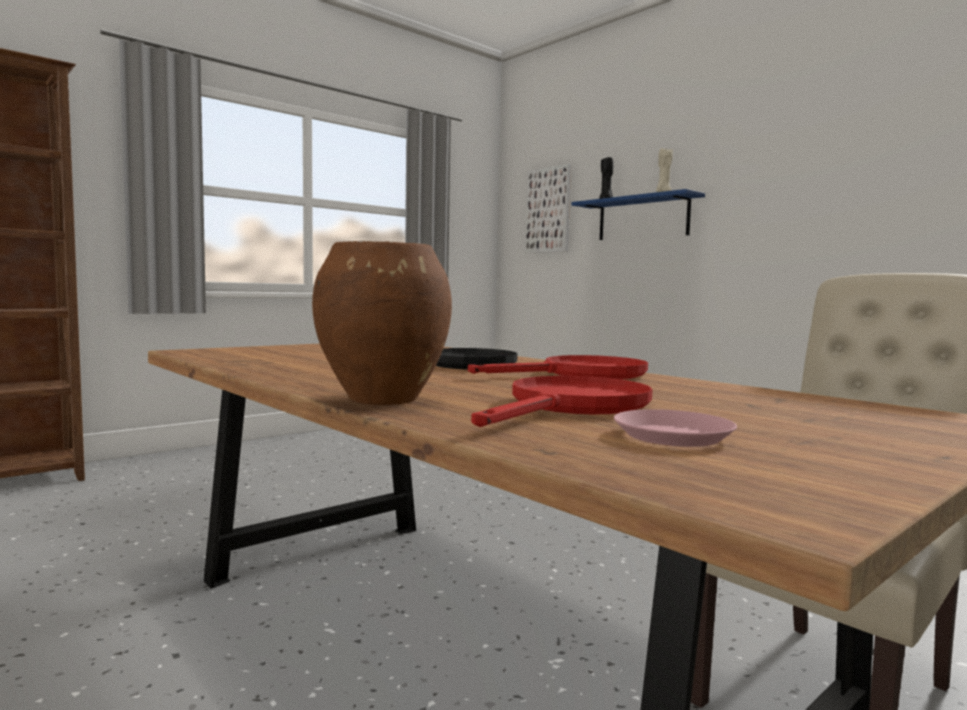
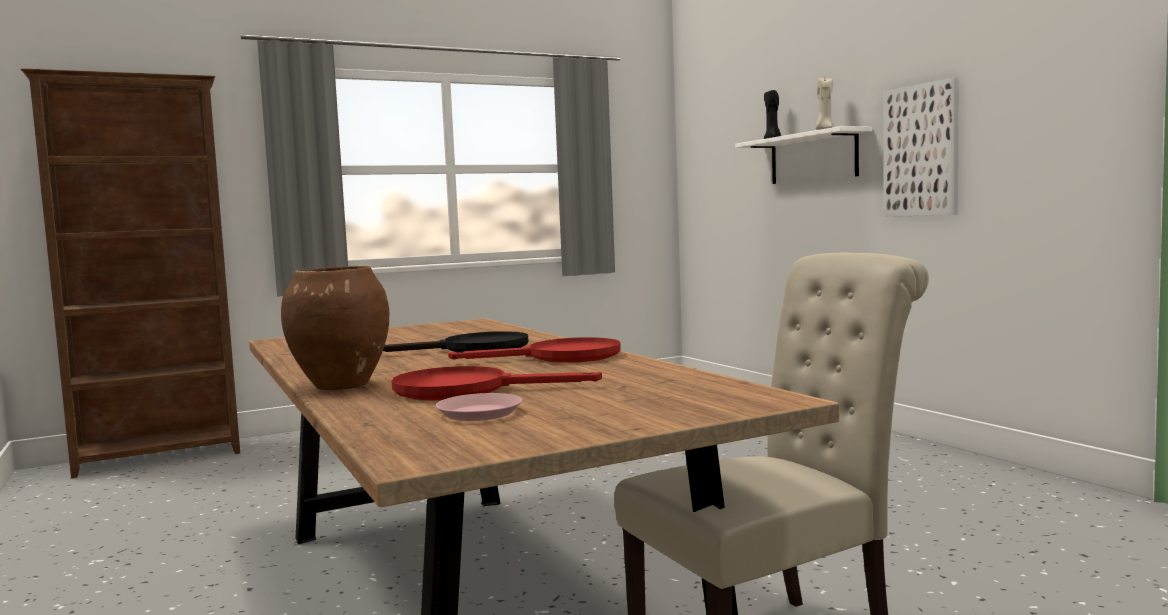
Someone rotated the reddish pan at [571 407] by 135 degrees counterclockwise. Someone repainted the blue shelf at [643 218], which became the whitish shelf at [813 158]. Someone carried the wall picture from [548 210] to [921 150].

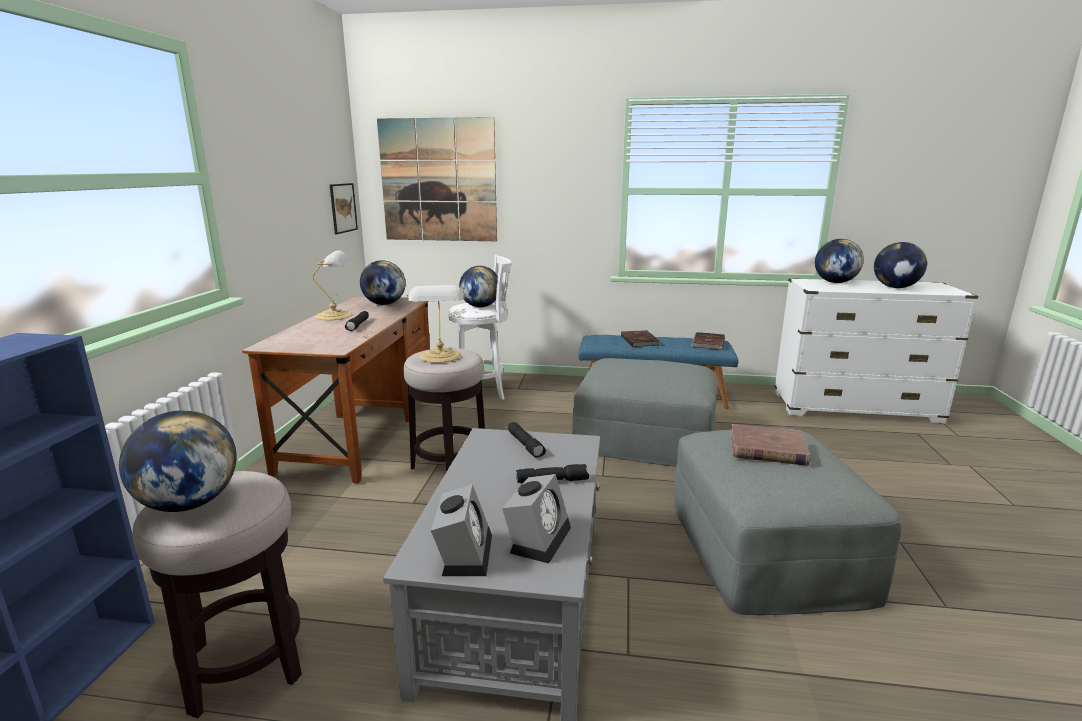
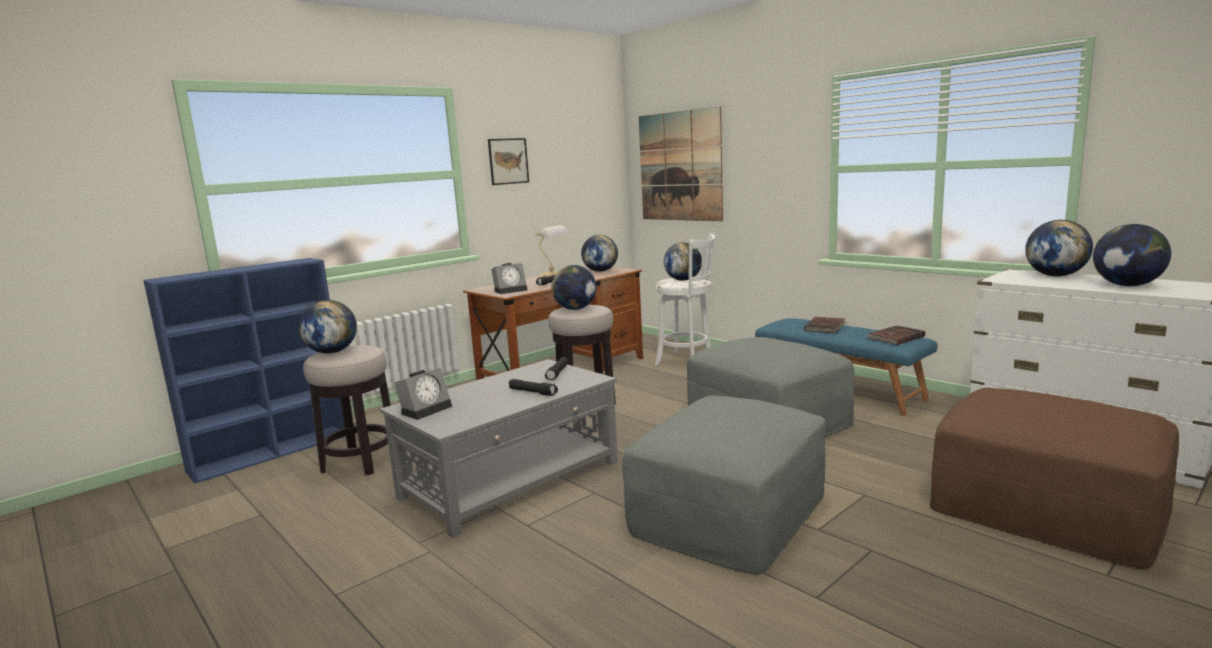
Someone carried the wall picture from [343 208] to [508 161]. Someone carried the table clock from [538 537] to [511 290]. Someone swapped the lamp for a table at [440 357] for the world globe at [575 309]. Someone put down the brown-coloured pouffe at [1045 507]. Someone took away the brown-coloured bound book at [767 449].

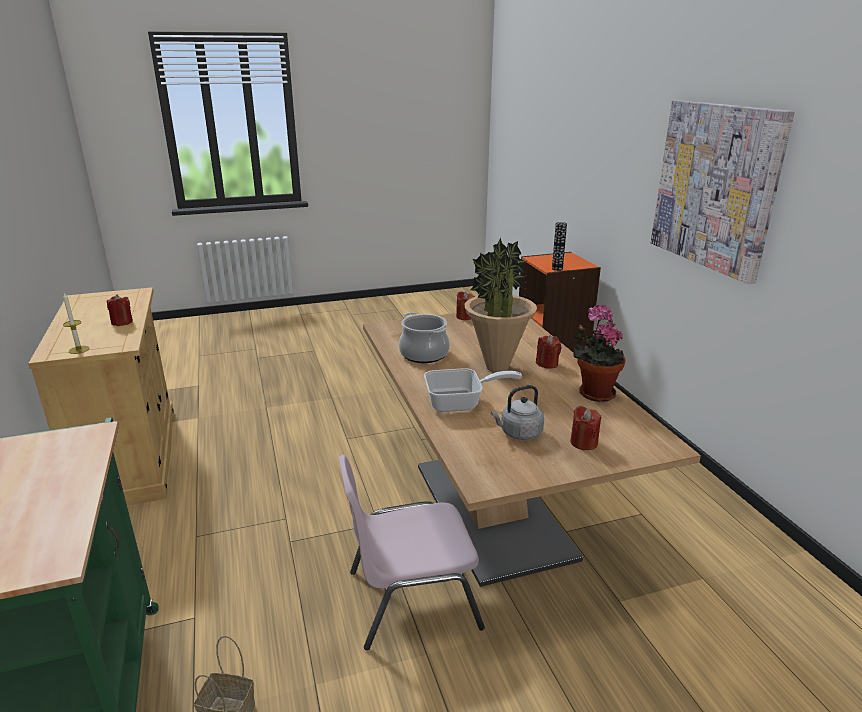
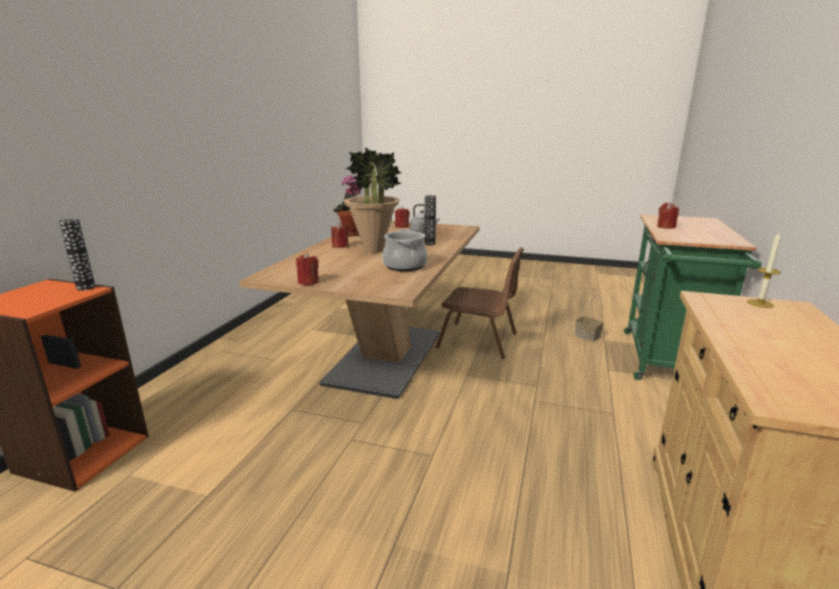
Someone swapped the pan at [461 403] for the decorative vase at [430 243]. Someone repainted the pinkish plain chair at [410 598], which became the brown-coloured plain chair at [479 341]. Someone carried the reddish wax light from [122 322] to [666 227]. Someone took away the wall picture at [715 187].

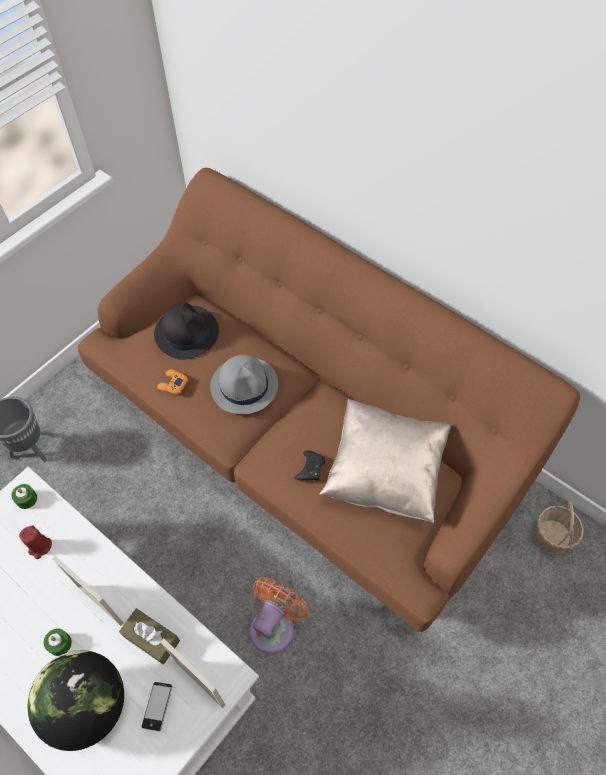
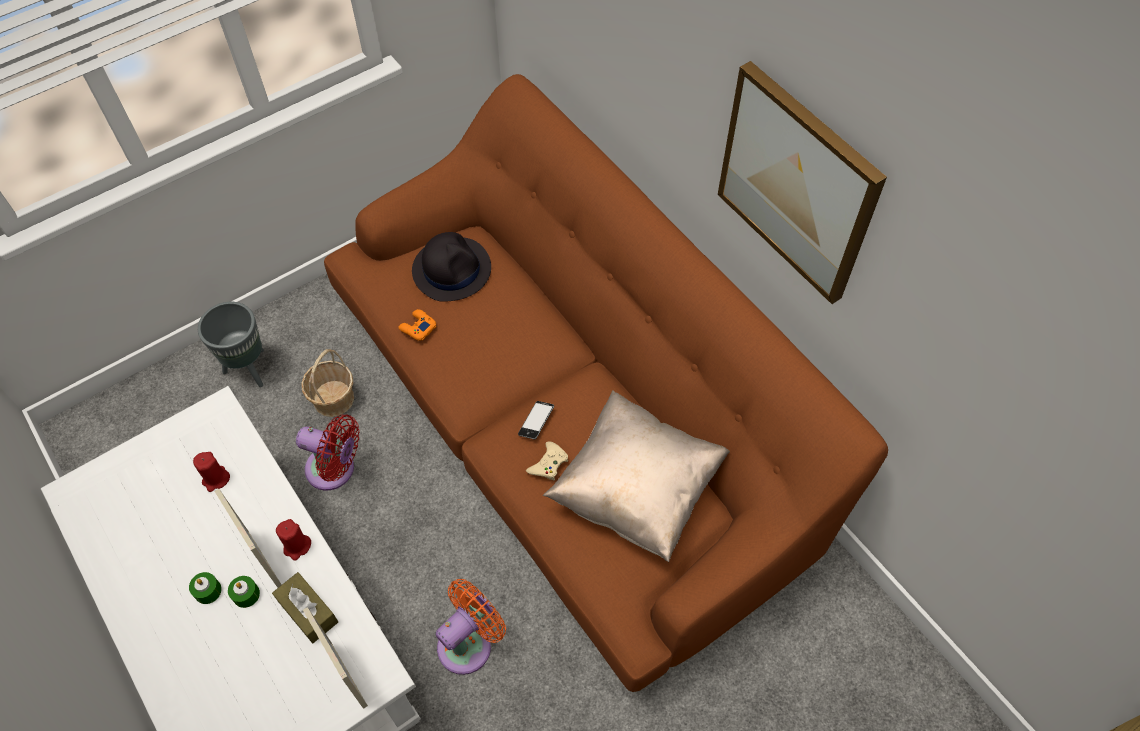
Someone carried the greenish wax light from [26 499] to [246 594]. Someone put down the reddish wax light at [297 546]. Someone put down the reddish electric fan at [335 470]. Someone carried the storage basket from [551 537] to [333 399]. Someone carried the phone from [158 706] to [536 422]. Someone repainted the blackish gamepad at [310 468], which became the beige-coloured gamepad at [548 464]. Someone put up the wall picture at [797 183]. Someone took away the world globe at [88 706]. Someone took away the gray hat at [244 385].

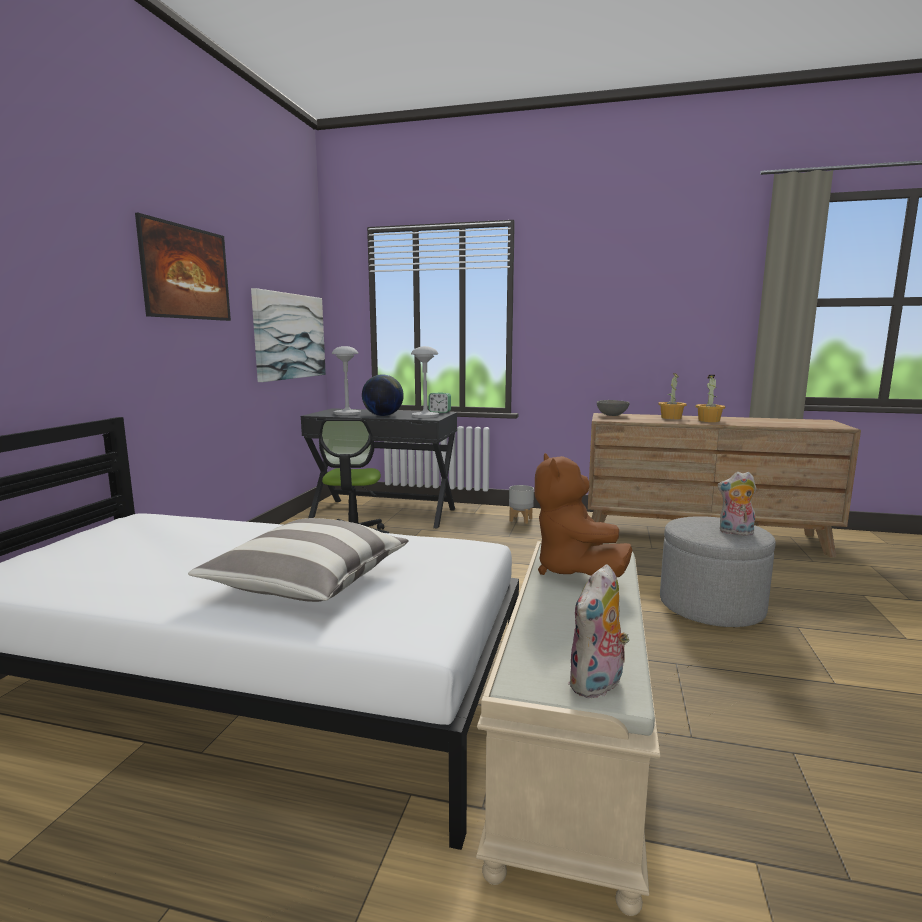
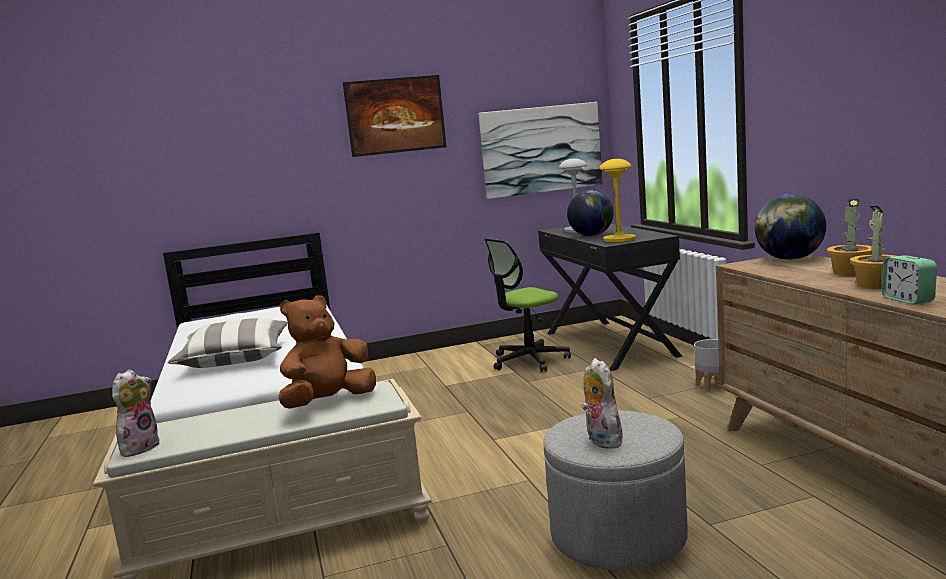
Someone rotated the soft toy at [597 685] by 105 degrees clockwise. Someone repainted the gray lamp for a table at [425 416], which became the yellow lamp for a table at [619 239]. Someone swapped the gray deep dish at [612 415] for the world globe at [789 259]. Someone carried the table clock from [439 412] to [908 300].

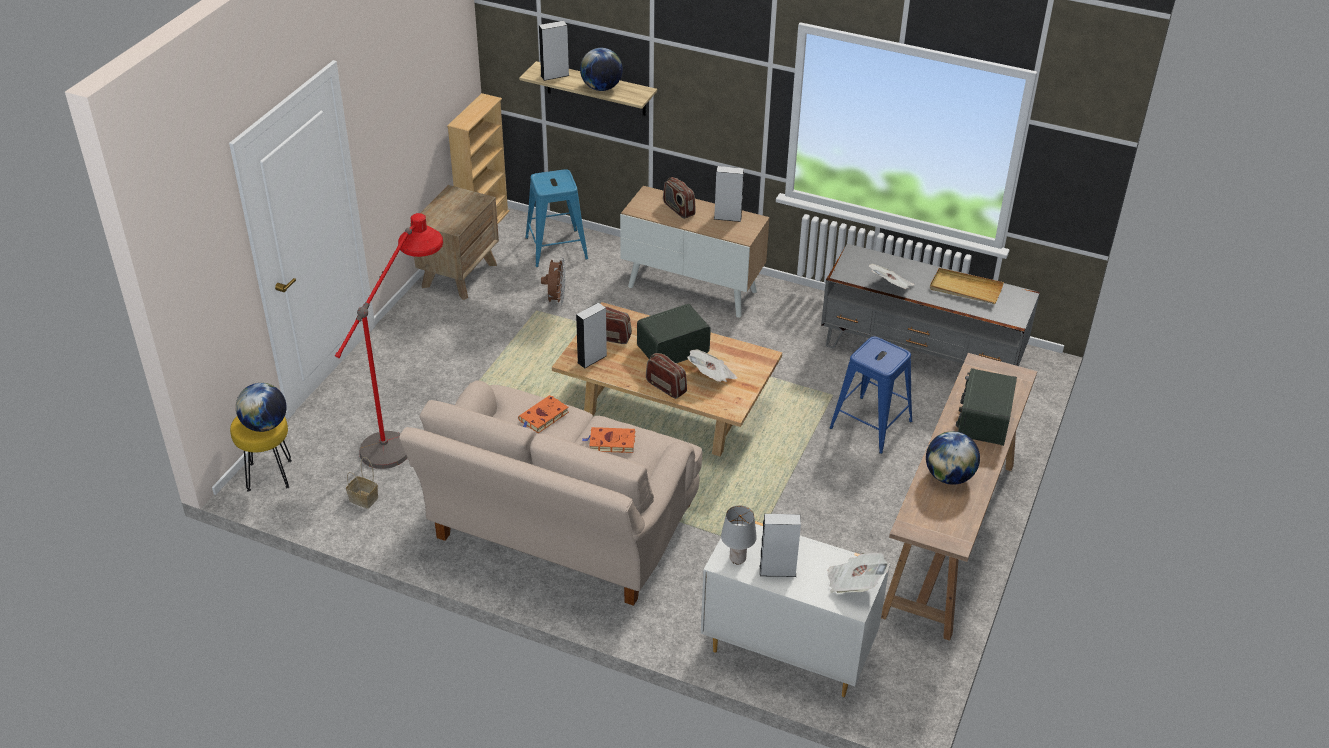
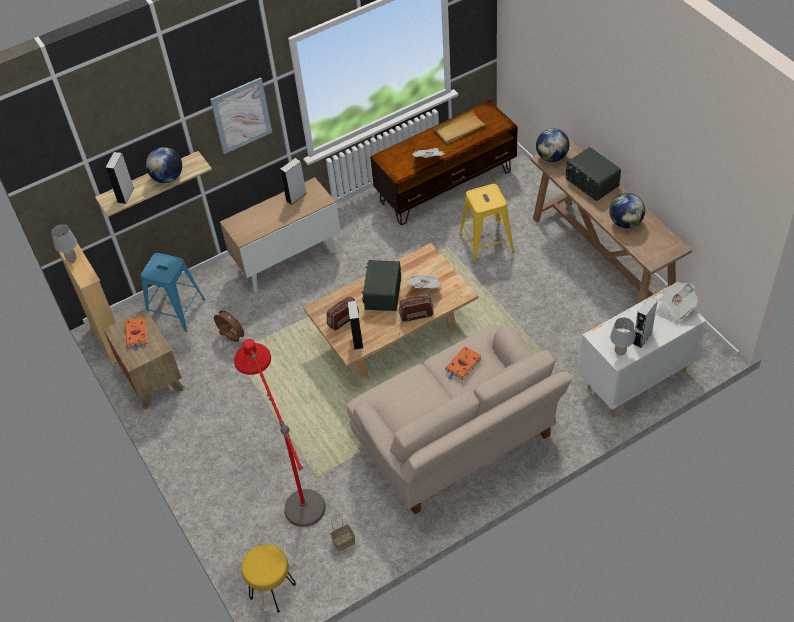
Someone put down the gray lamp for a table at [71 258]. Someone carried the orange-coloured bound book from [543 417] to [137 334]. Someone put up the wall picture at [241 115]. Someone repainted the gray tv unit at [921 355], which became the brown-coloured tv unit at [446 186]. Someone repainted the blue sitting stool at [870 424], which became the yellow sitting stool at [486 243]. Someone carried the world globe from [265 425] to [552 157]. Someone took away the radio set at [678 209].

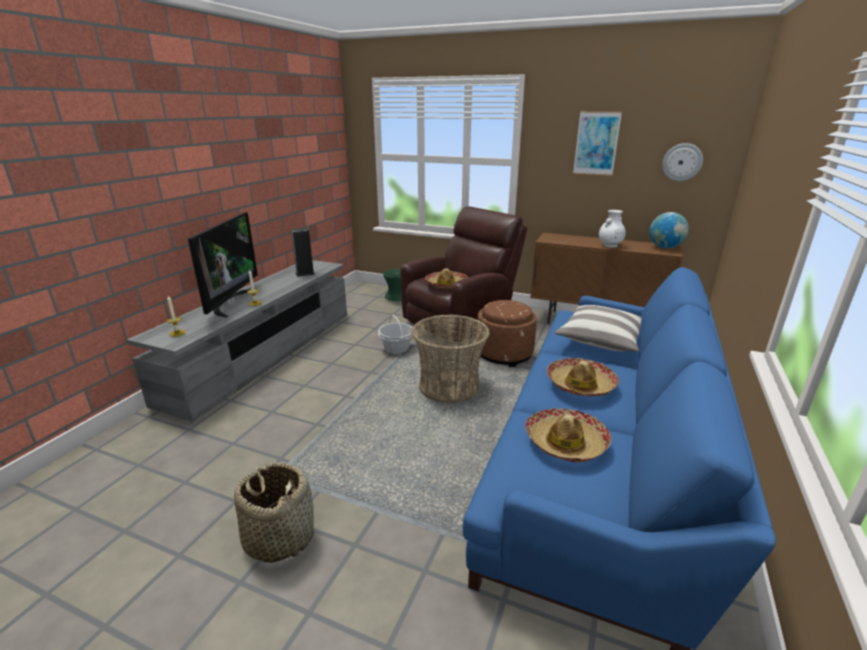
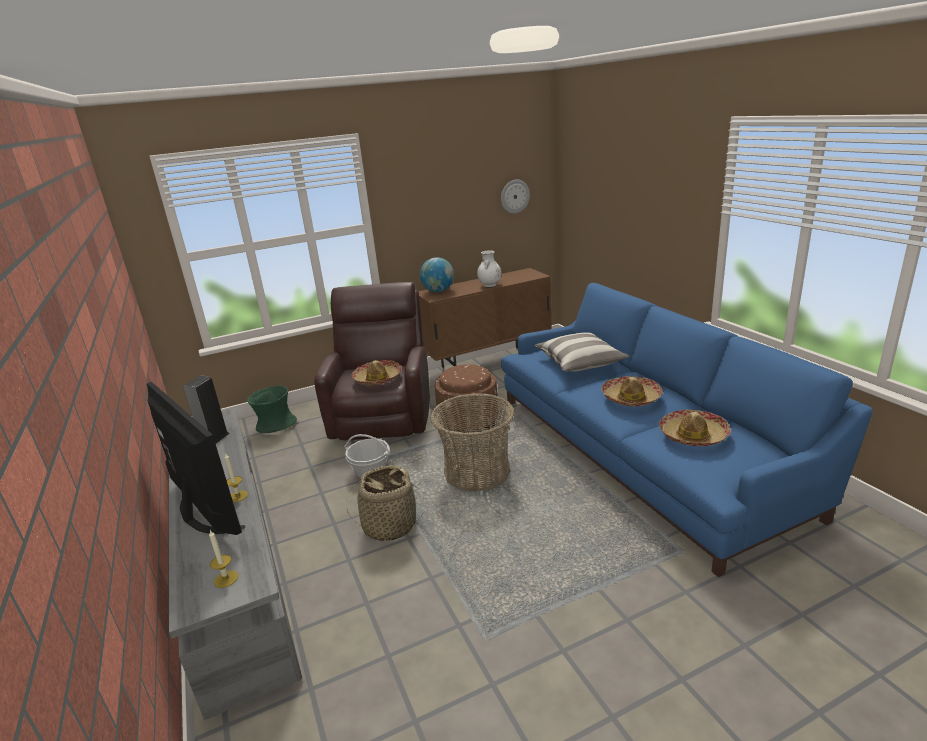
Someone carried the storage basket from [279 537] to [389 526]. Someone carried the world globe from [665 247] to [438 291]. Someone took away the wall picture at [596 143].

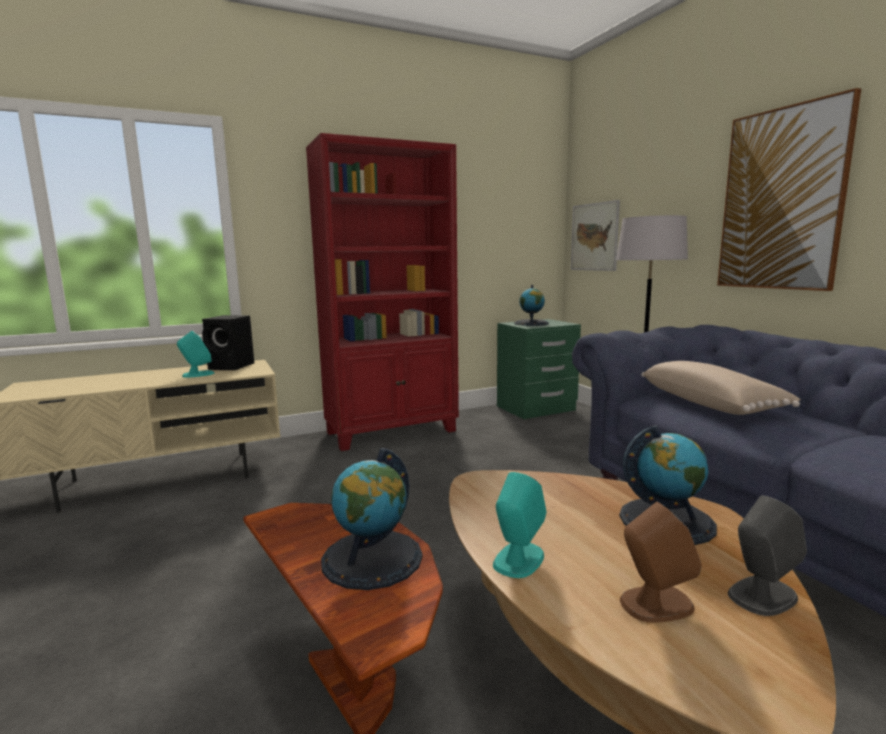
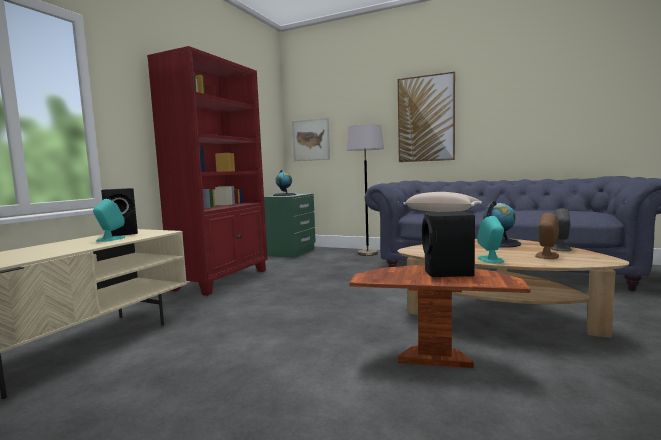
Someone swapped the world globe at [372 558] for the blackish loudspeaker at [448 273].

